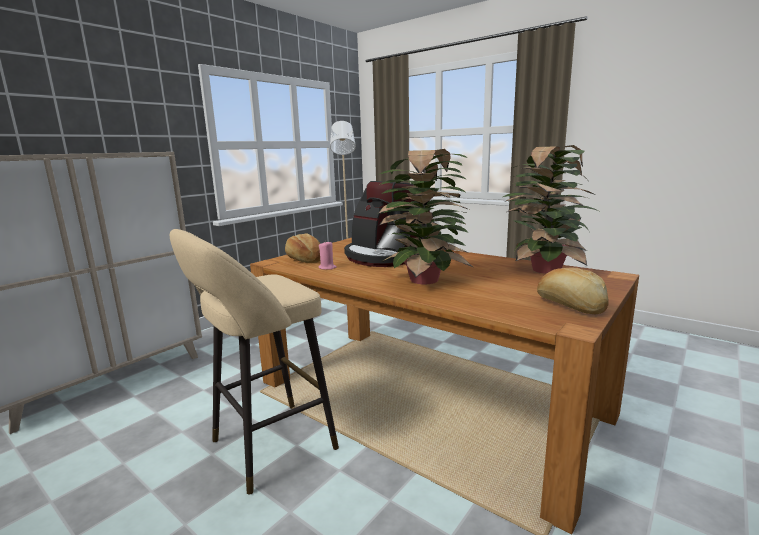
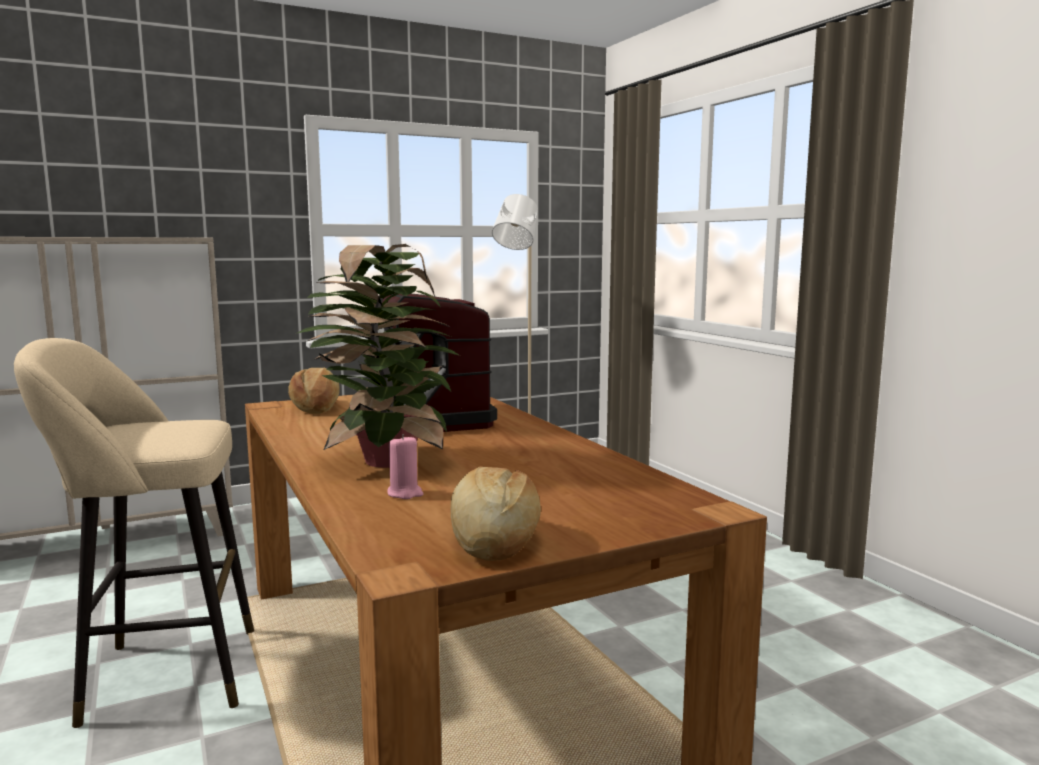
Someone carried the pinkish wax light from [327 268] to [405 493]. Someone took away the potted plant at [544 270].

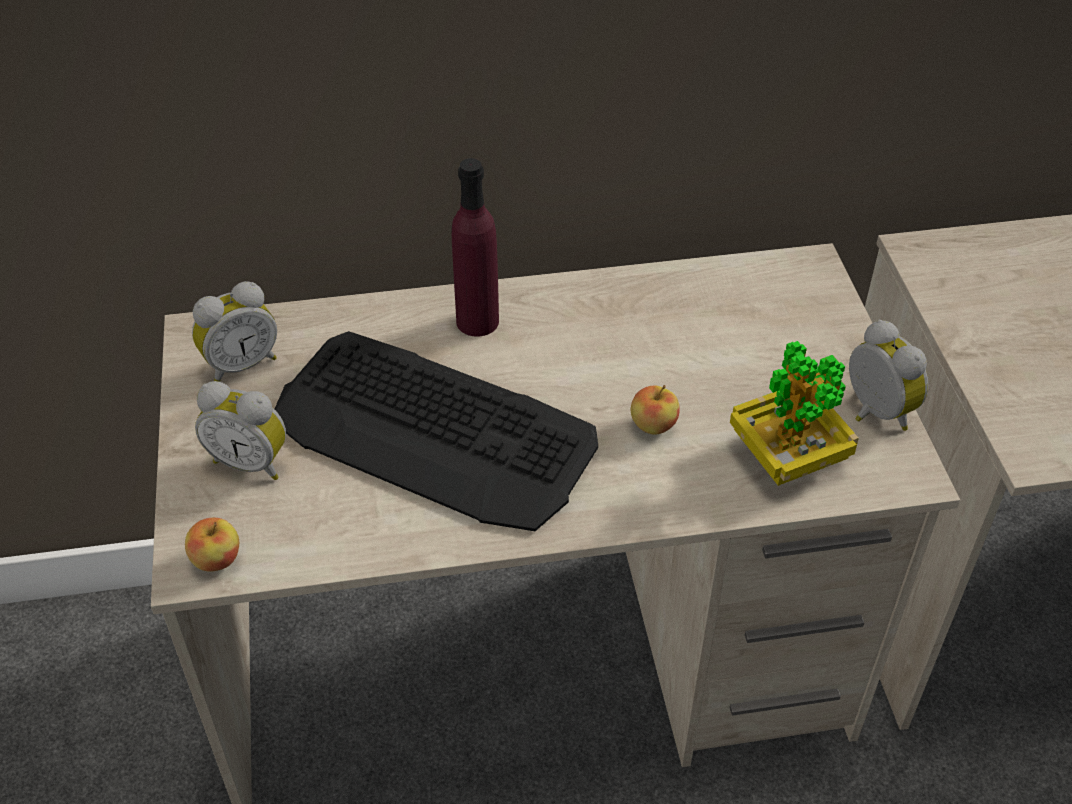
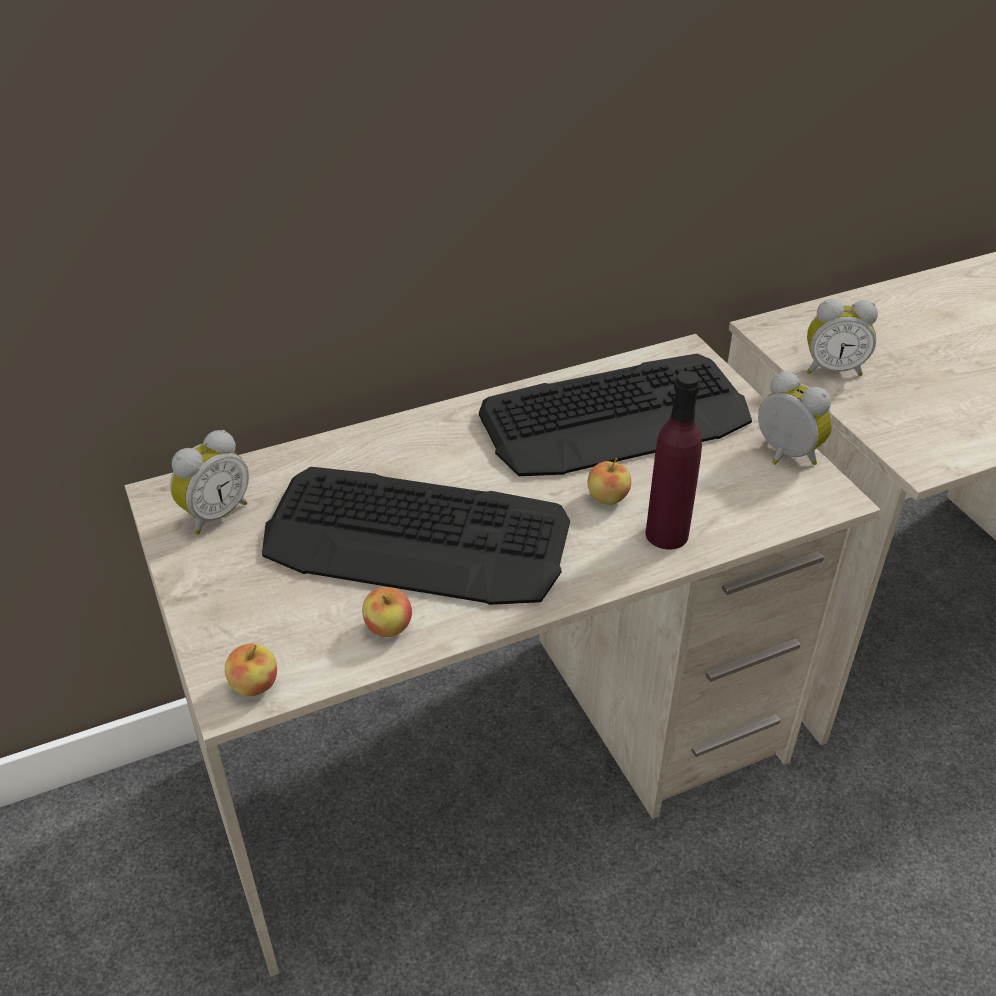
Someone put down the apple at [388 628]. Someone put down the PC keyboard at [616 418]. Someone carried the purplish bottle from [477 321] to [667 534]. Someone carried the table clock from [251 461] to [832 369]. Someone took away the potted plant at [787 457].

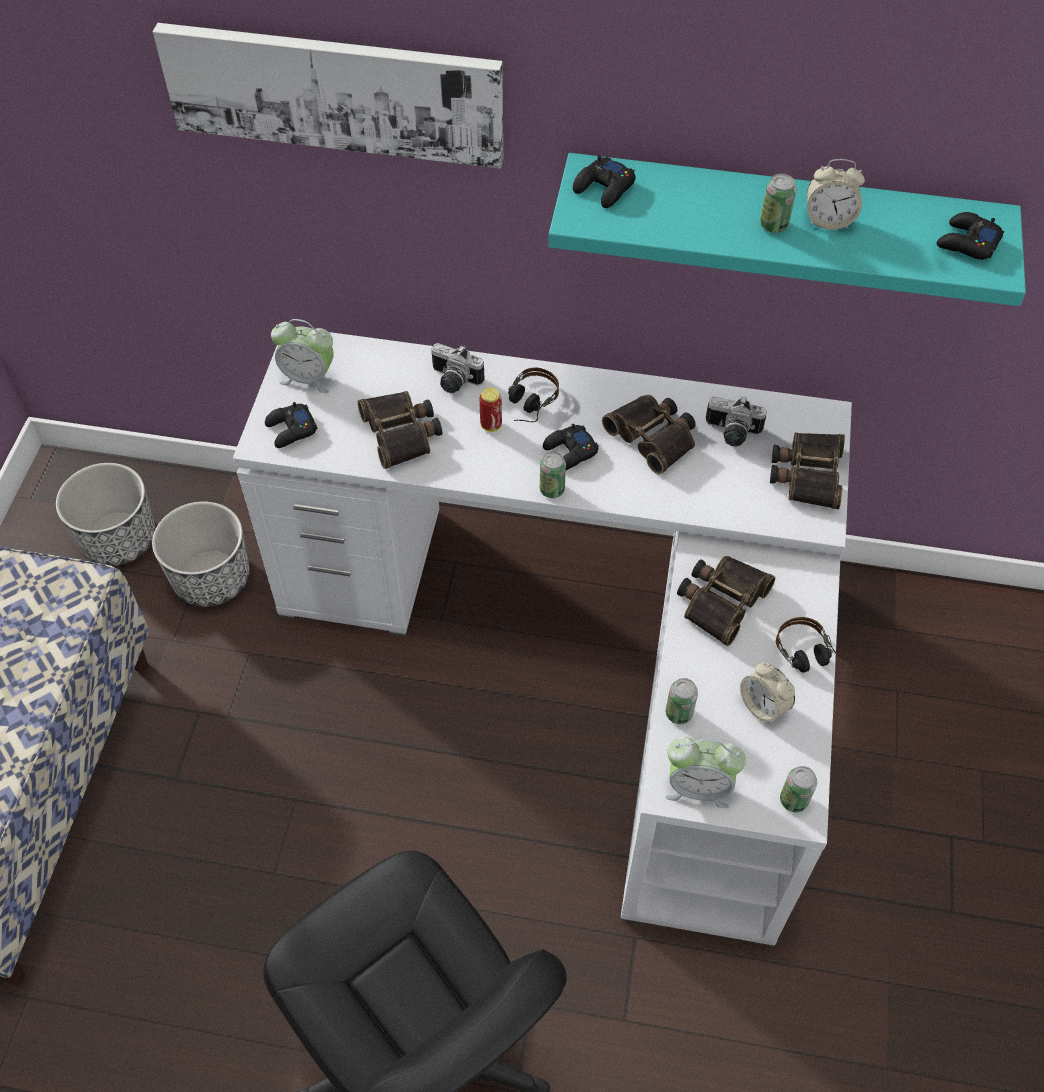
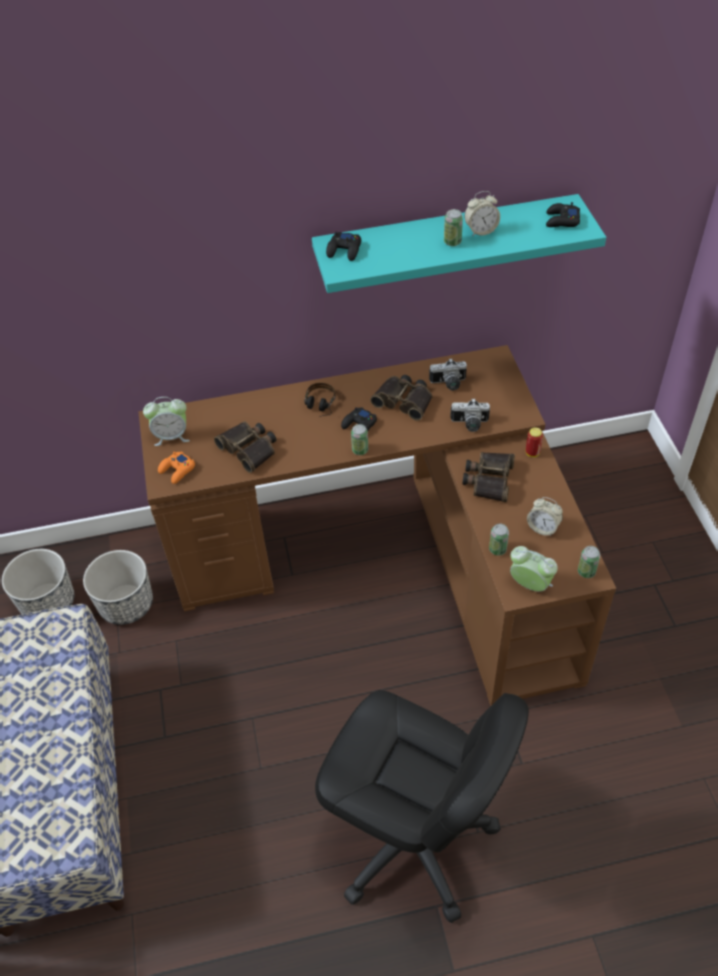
Someone repainted the whitish desk table at [589 649], which became the brown-coloured desk table at [393 558]. Someone repainted the blackish gamepad at [291 430], which became the orange-coloured gamepad at [177 470]. Someone carried the still camera from [453 381] to [469 424]. Someone rotated the table clock at [698 787] by 135 degrees counterclockwise. Someone carried the metal can from [491 425] to [532 453]. Someone took away the wall picture at [334 92]. Someone took away the field glasses at [806 474]. Someone took away the pair of headphones at [812 661].

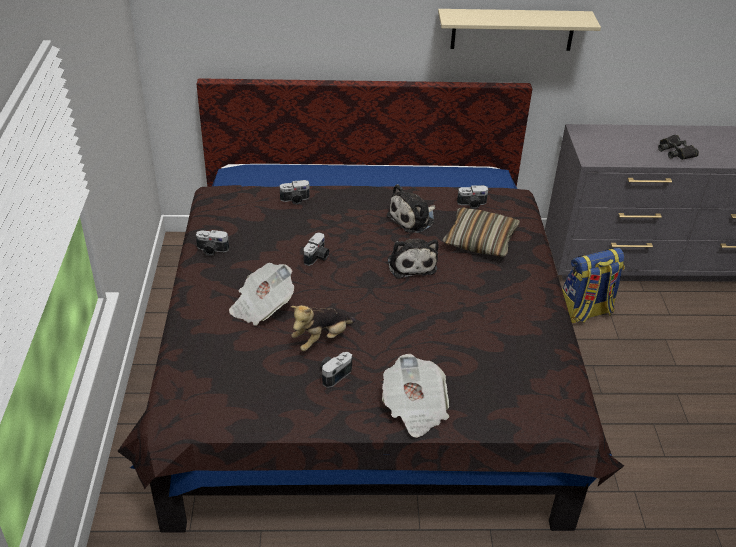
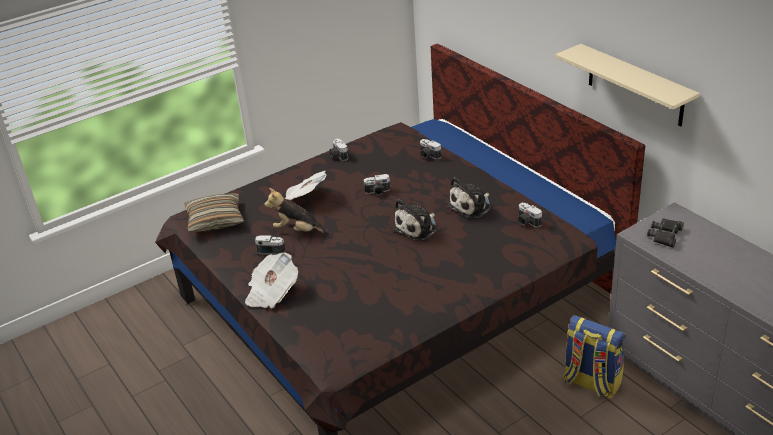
Someone carried the throw pillow from [480 240] to [215 220]. Someone rotated the soft toy at [413 219] by 60 degrees counterclockwise. Someone carried the blackish field glasses from [675 151] to [665 235].

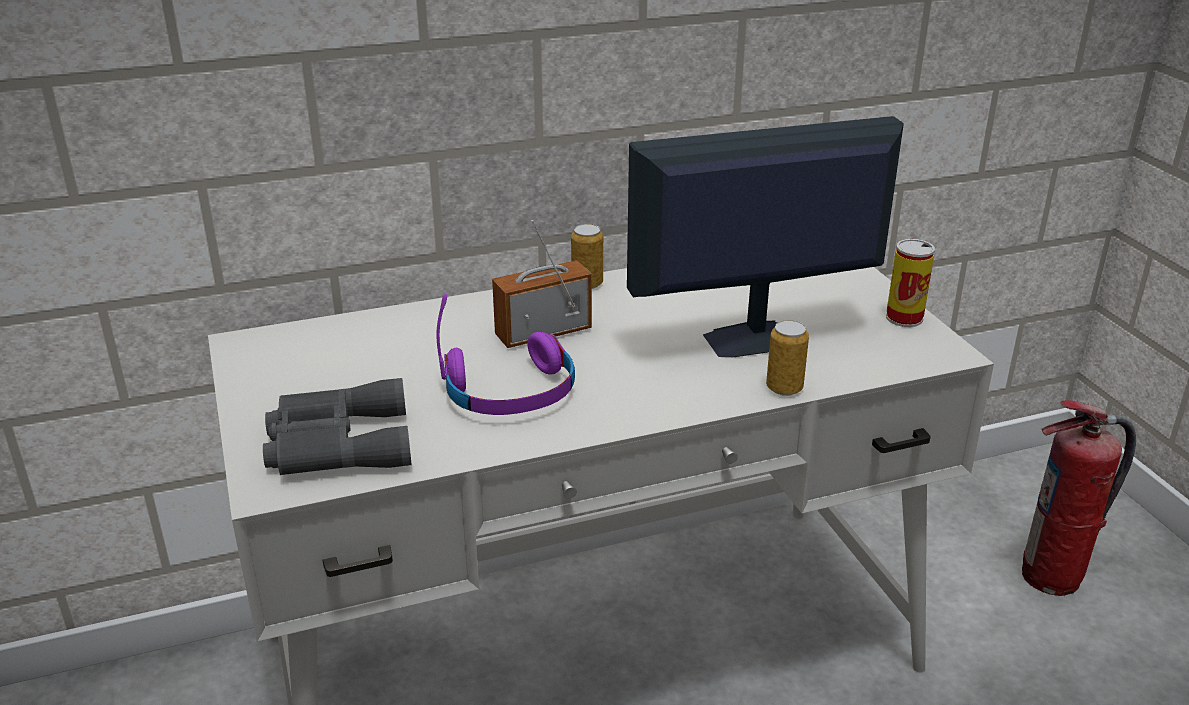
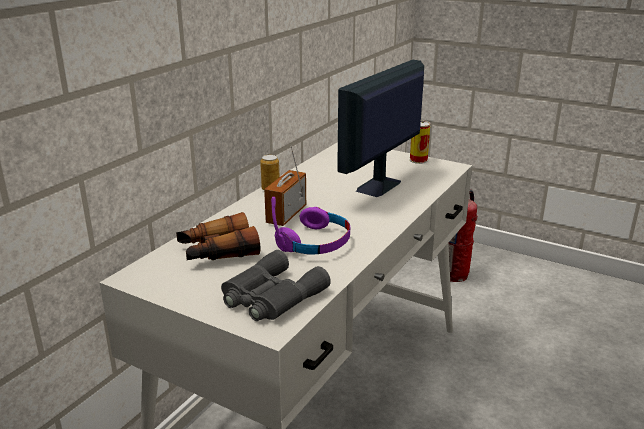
Someone put down the field glasses at [217 252]. Someone took away the metal can at [784 388].

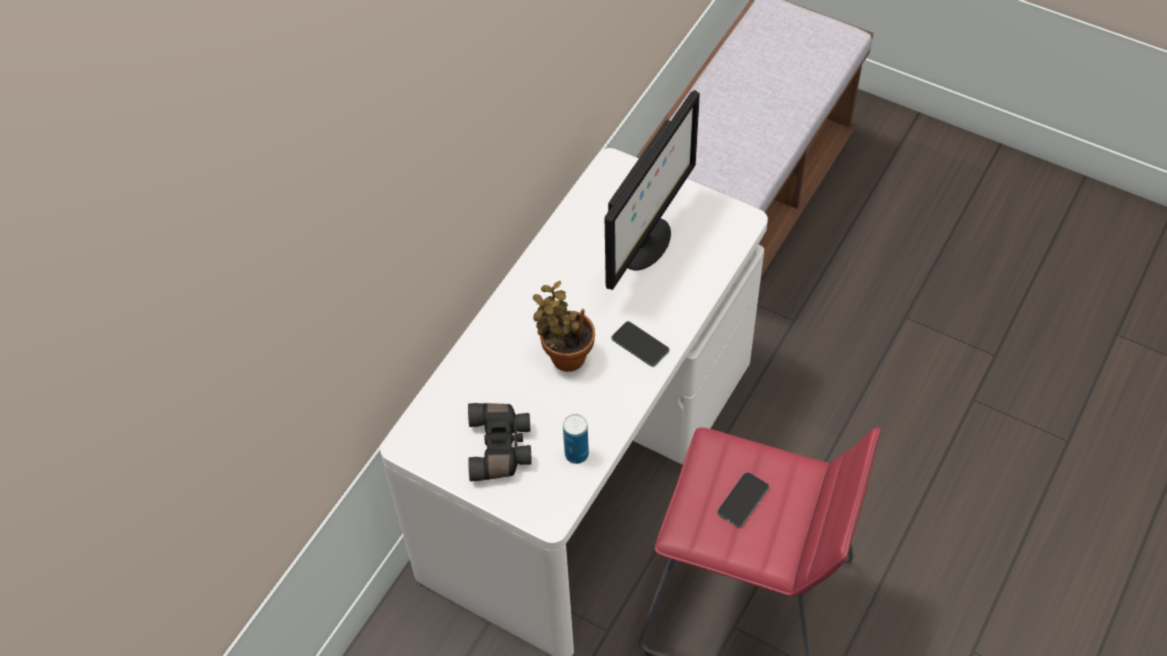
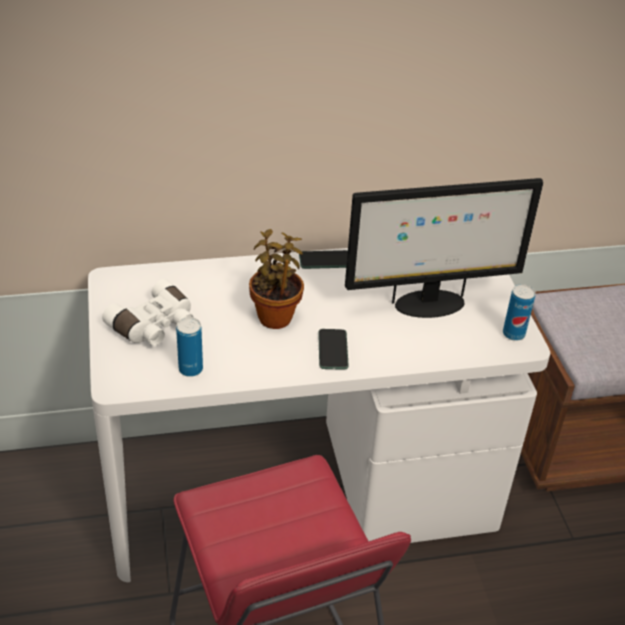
Someone repainted the blackish field glasses at [501 447], which became the whitish field glasses at [155 326]. Someone carried the phone from [743 500] to [325 260]. Someone put down the metal can at [513 334].

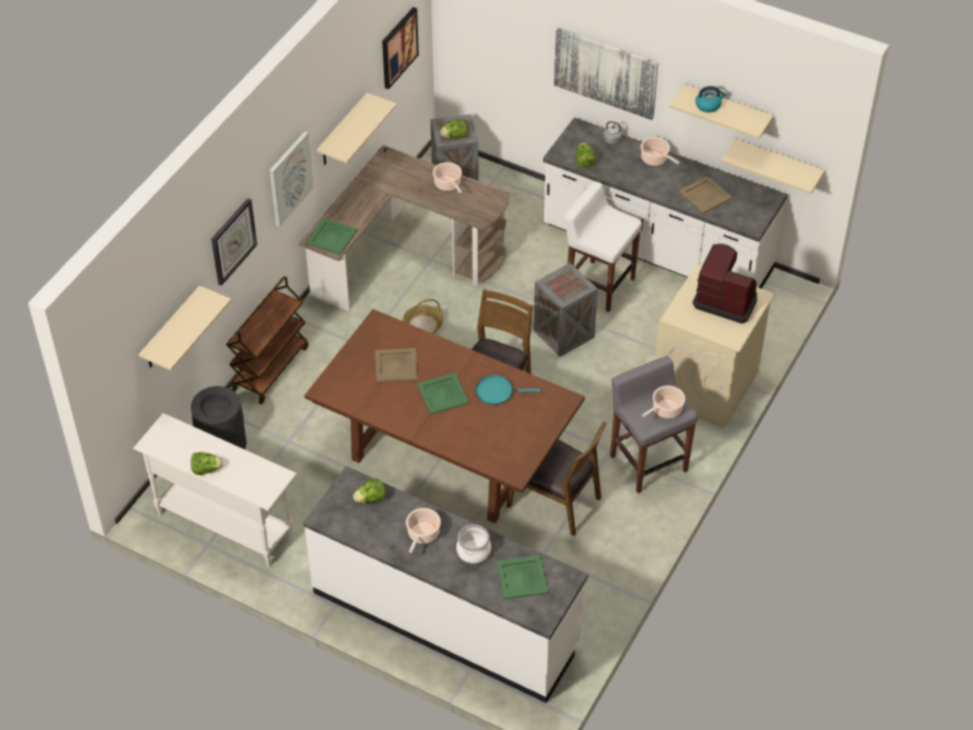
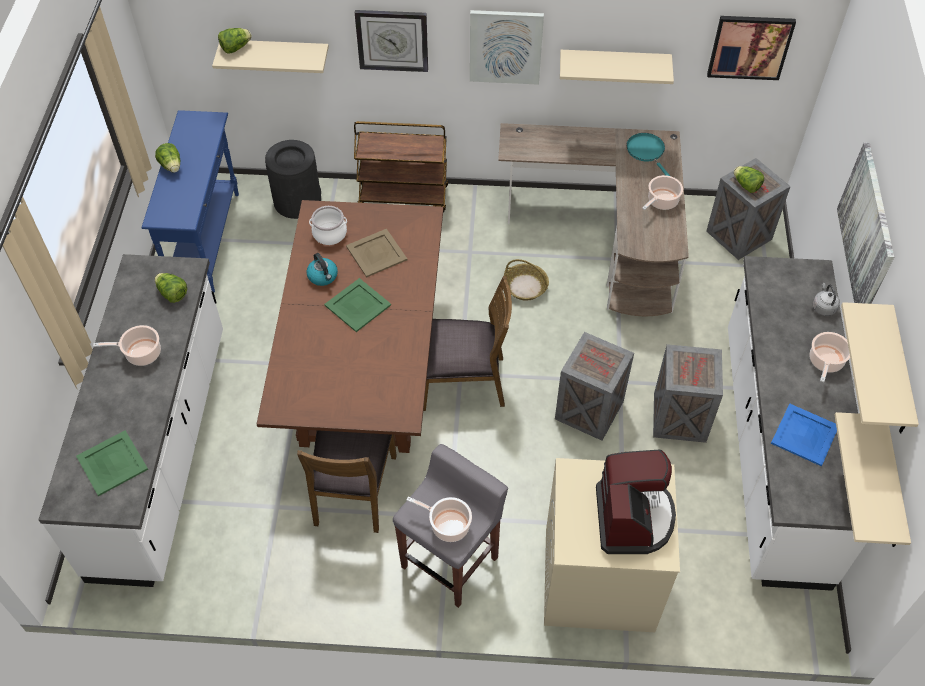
Someone repainted the whitish narrow table at [225 525], which became the blue narrow table at [206 240]. Someone carried the lettuce from [584 161] to [235 48]. Someone carried the tea kettle from [708 105] to [323 276]. Someone carried the stockpot from [473 551] to [329 233]. Someone carried the turquoise-coloured pan from [497 392] to [646 151]. Someone swapped the whitish sitting stool at [599 285] for the packing crate at [680 416]. Someone repainted the beige-coloured carrying tray at [705 195], which became the blue carrying tray at [805 435]. Someone took away the greenish carrying tray at [332 237].

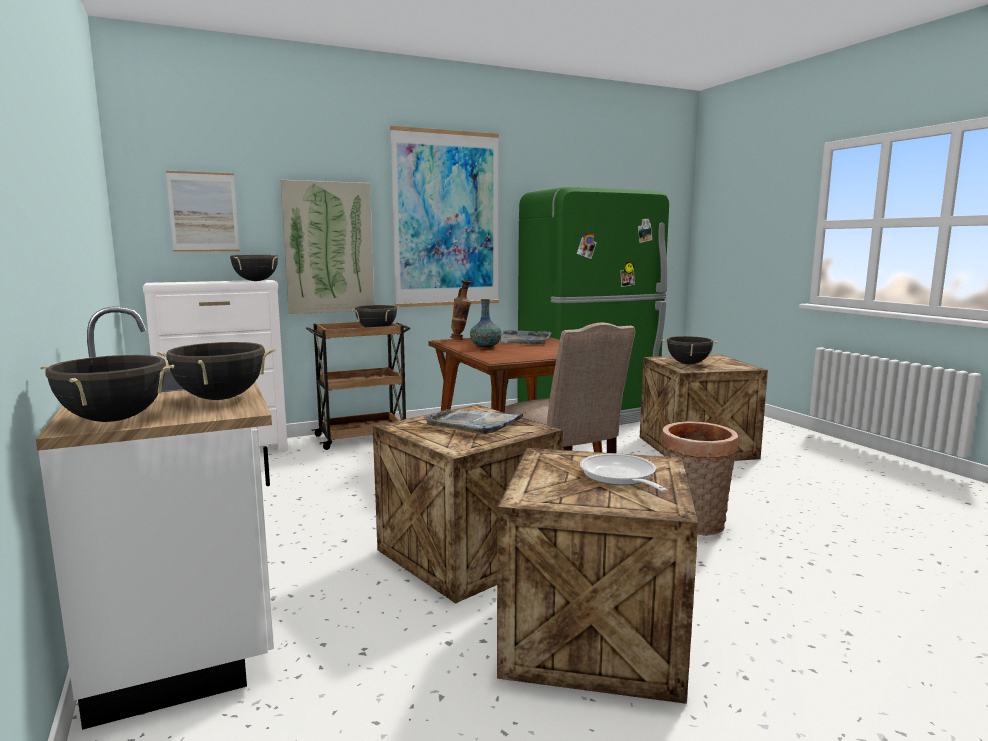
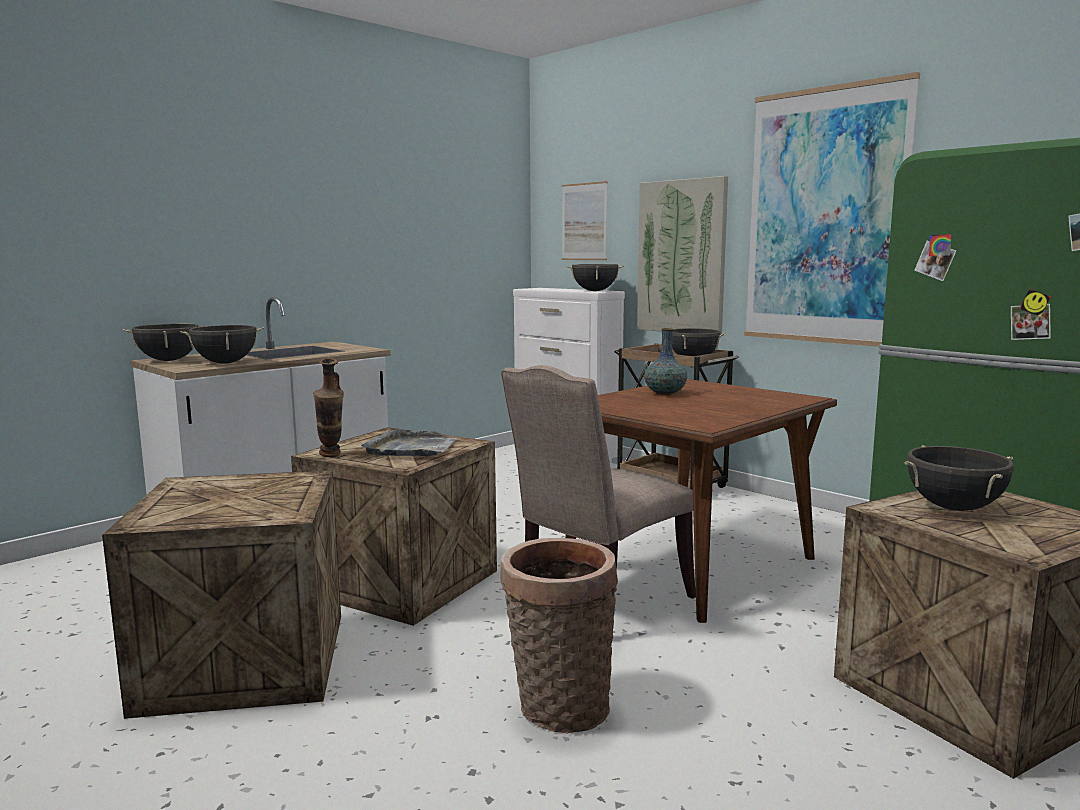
Someone carried the decorative vase from [461 339] to [331 456]. Someone took away the gray carrying tray at [525 340]. Someone took away the pan at [620 477].

